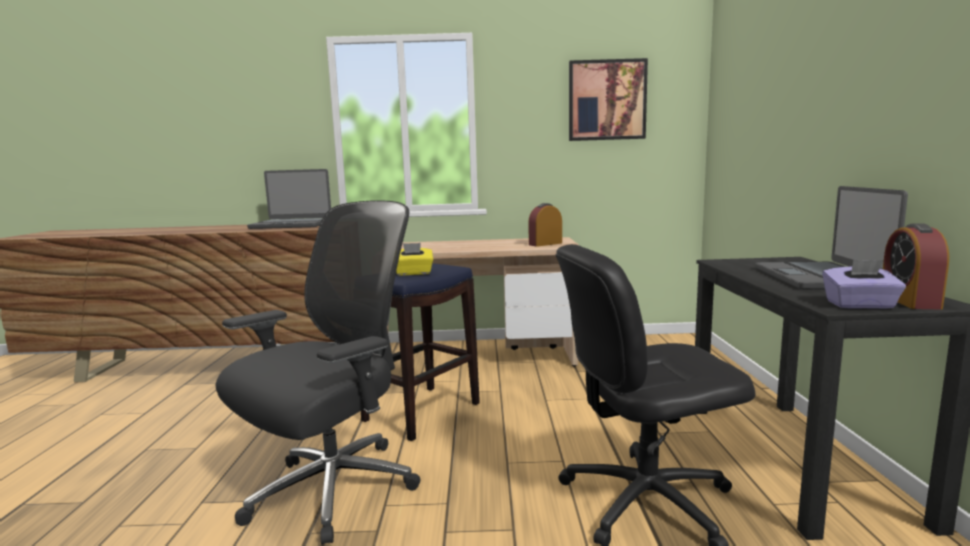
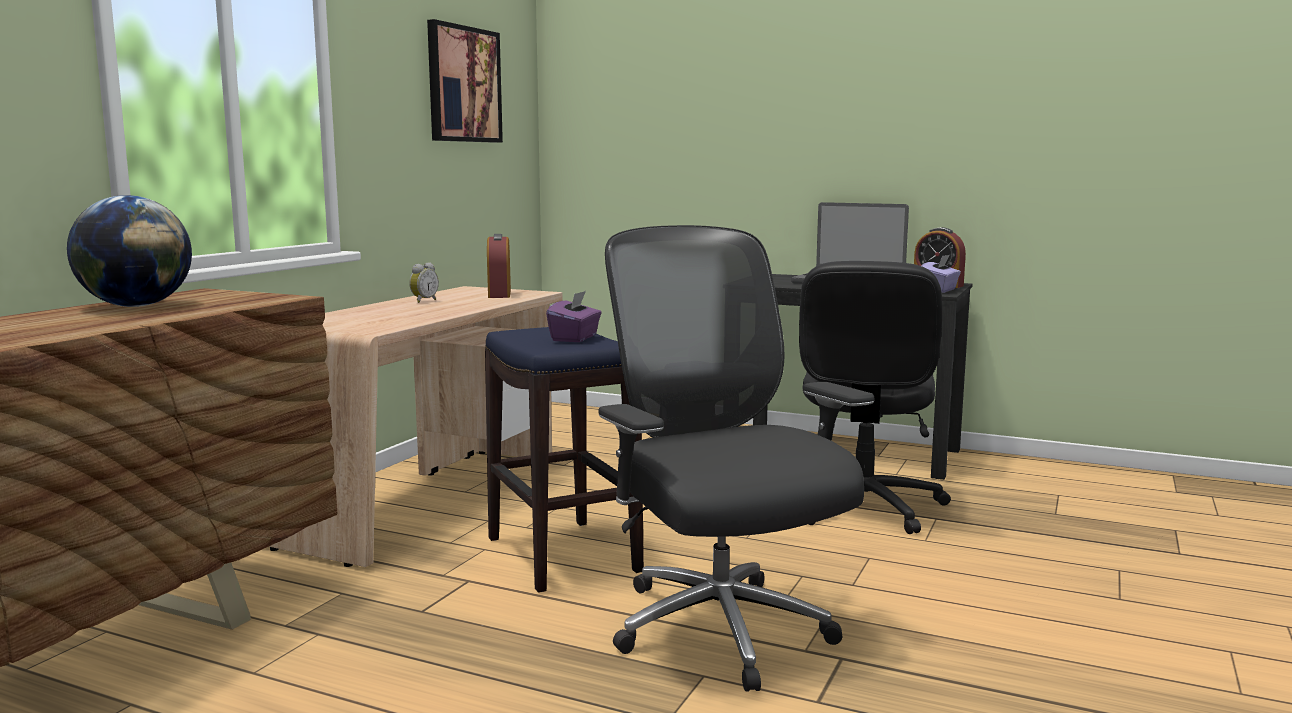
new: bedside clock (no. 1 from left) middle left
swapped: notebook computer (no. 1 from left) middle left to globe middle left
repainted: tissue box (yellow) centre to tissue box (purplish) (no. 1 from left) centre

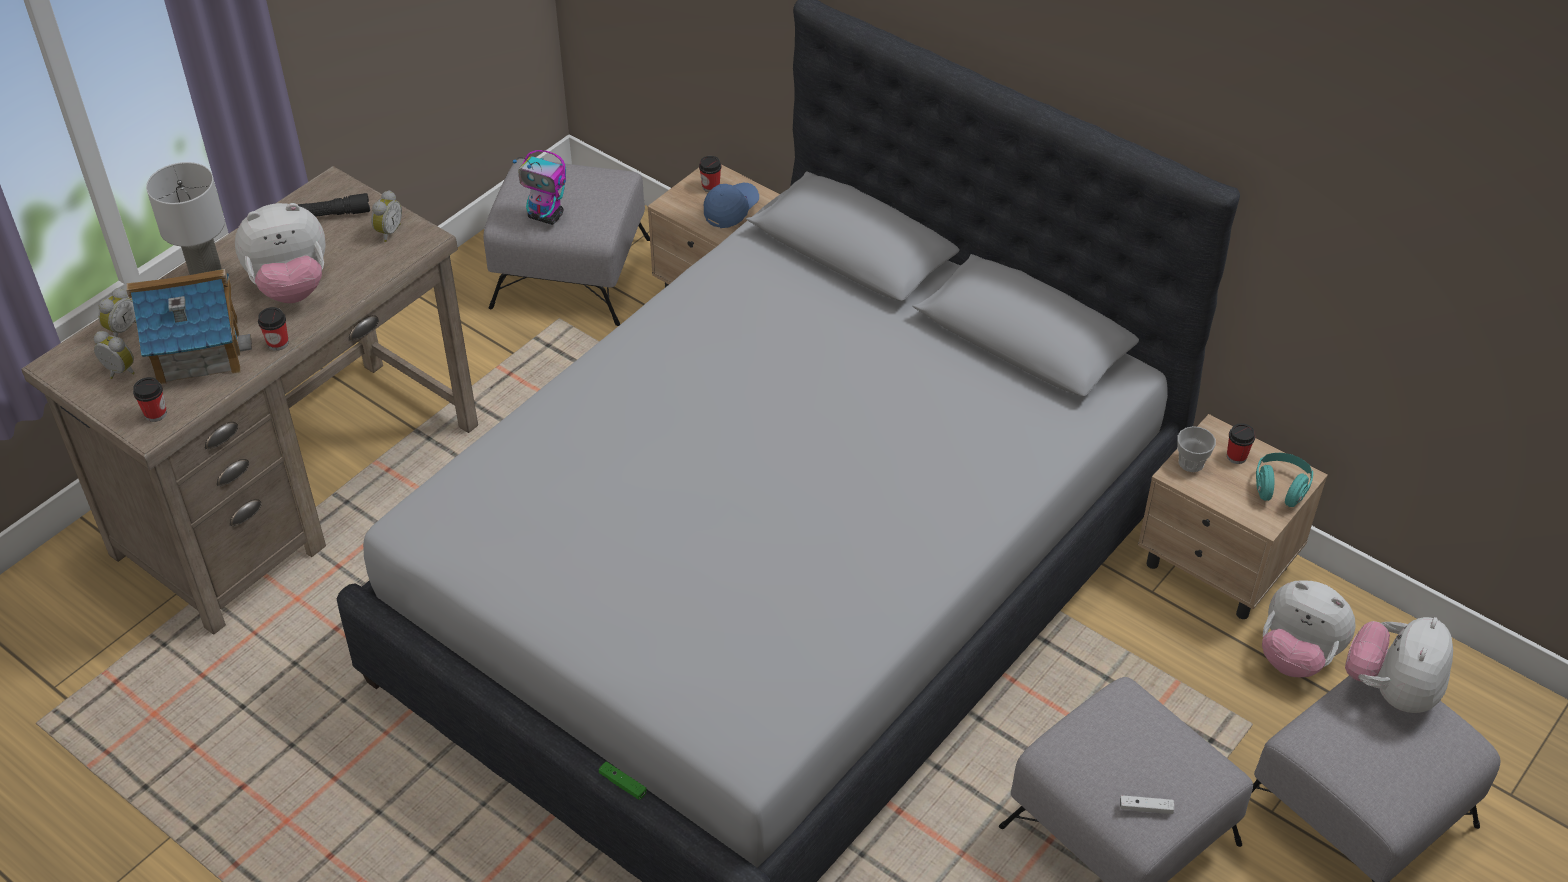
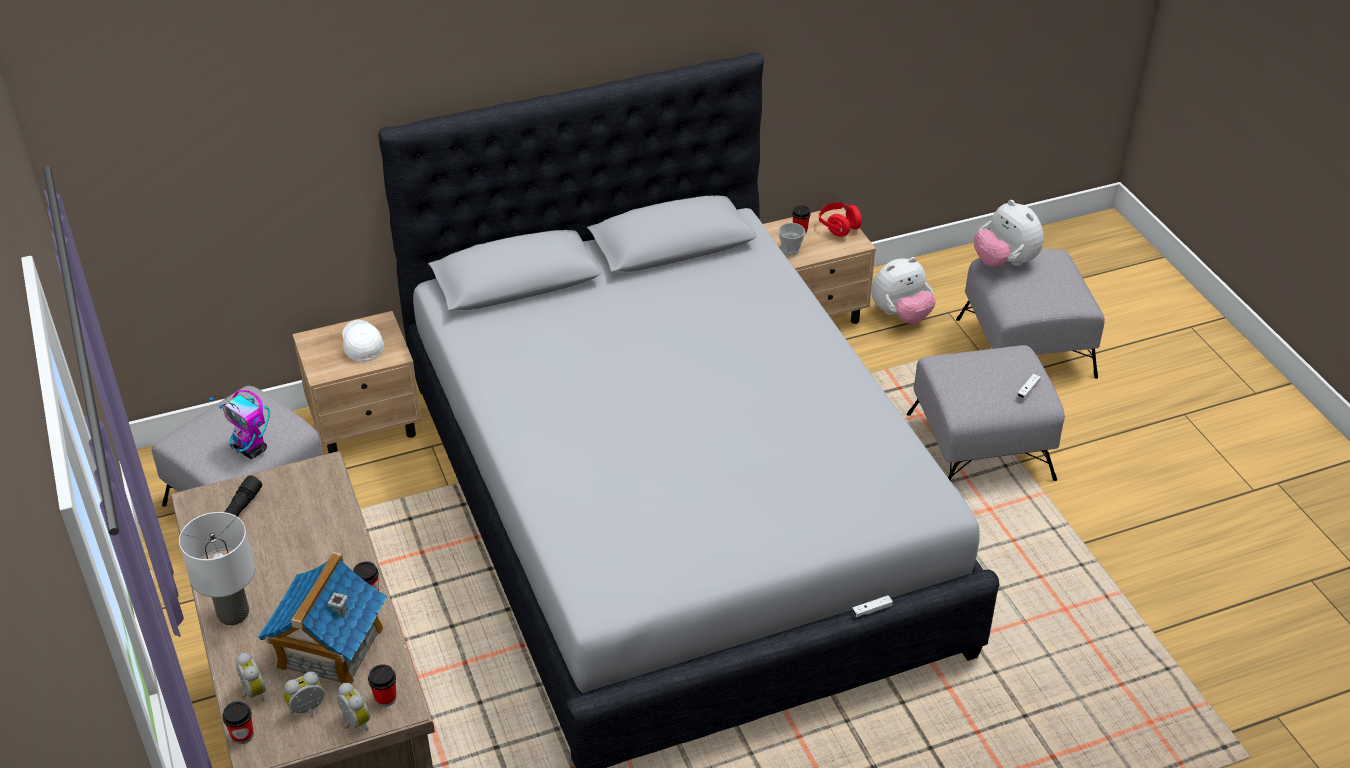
gone: plush toy (no. 1 from left) top left
shifted: cup (no. 3 from left in the first image) top centre to cup (no. 1 from left) bottom left; bedside clock (no. 3 from left) top left to bottom left
repainted: peaked cap (blue) top centre to peaked cap (whitish) middle left; headphones (blue-green) middle right to headphones (red) top centre; gamepad (green) bottom centre to gamepad (whitish) (no. 1 from left) bottom centre
rotated: model robot top centre = middle left 75 degrees clockwise

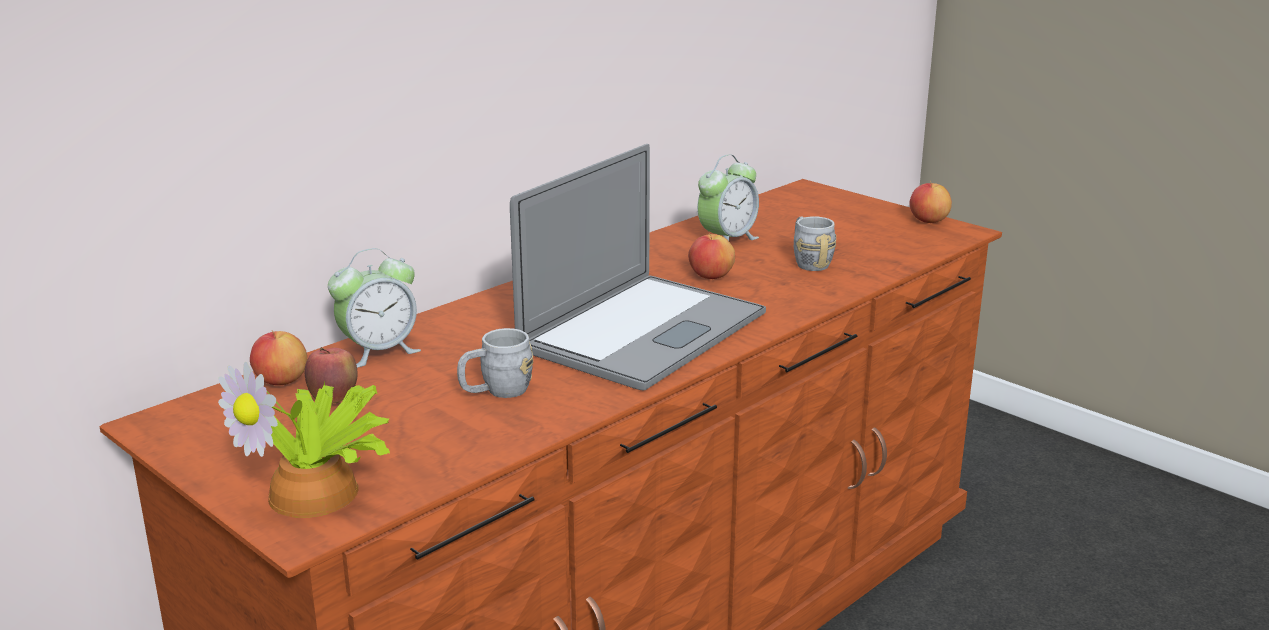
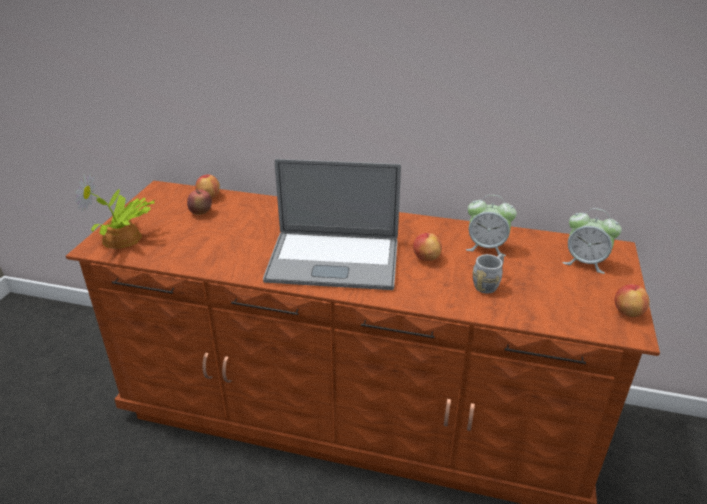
gone: mug (grey) (no. 1 from left) centre
shifted: bedside clock (no. 1 from left in the first image) middle left to bedside clock (no. 2 from left) middle right

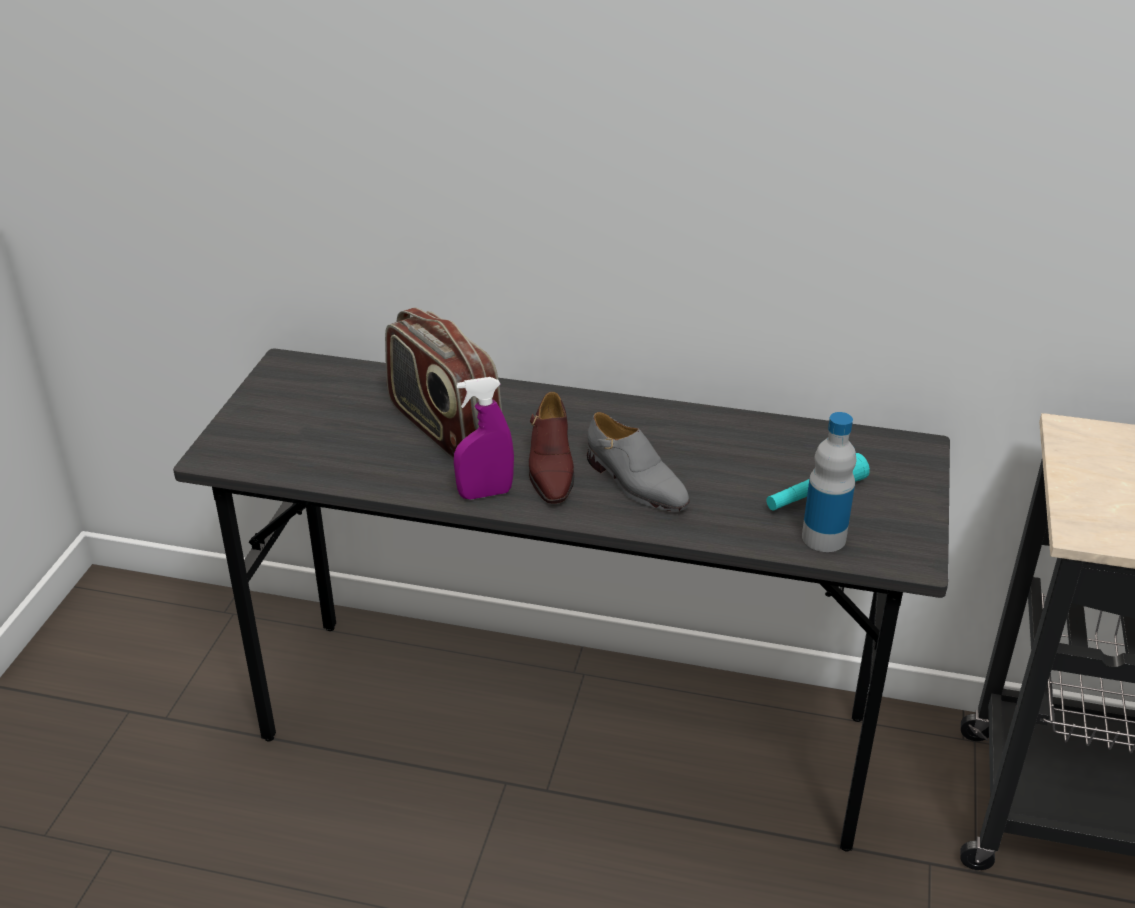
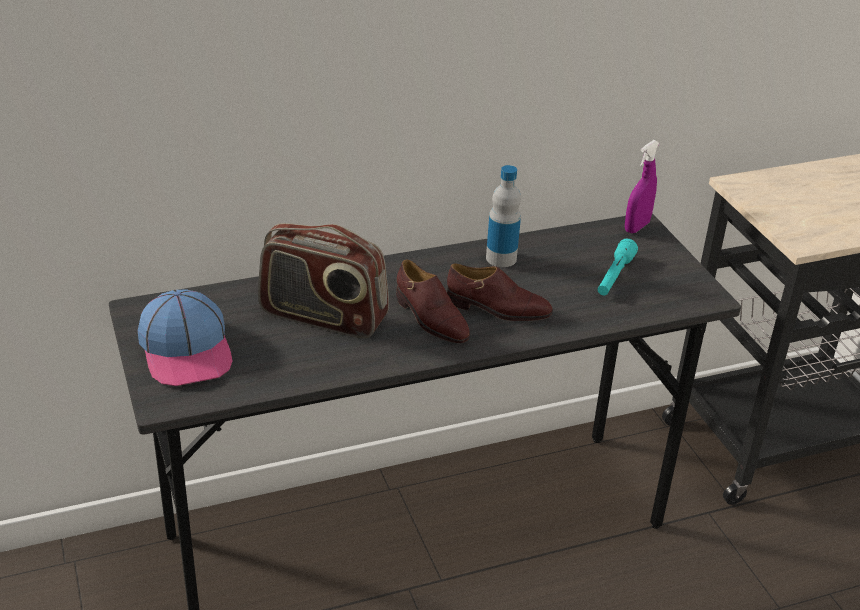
new: peaked cap middle left
shifted: drink bottle middle right to centre; sprayer (purplish) centre to top right
repainted: item of footwear (grey) centre to item of footwear (brown) (no. 2 from left) centre

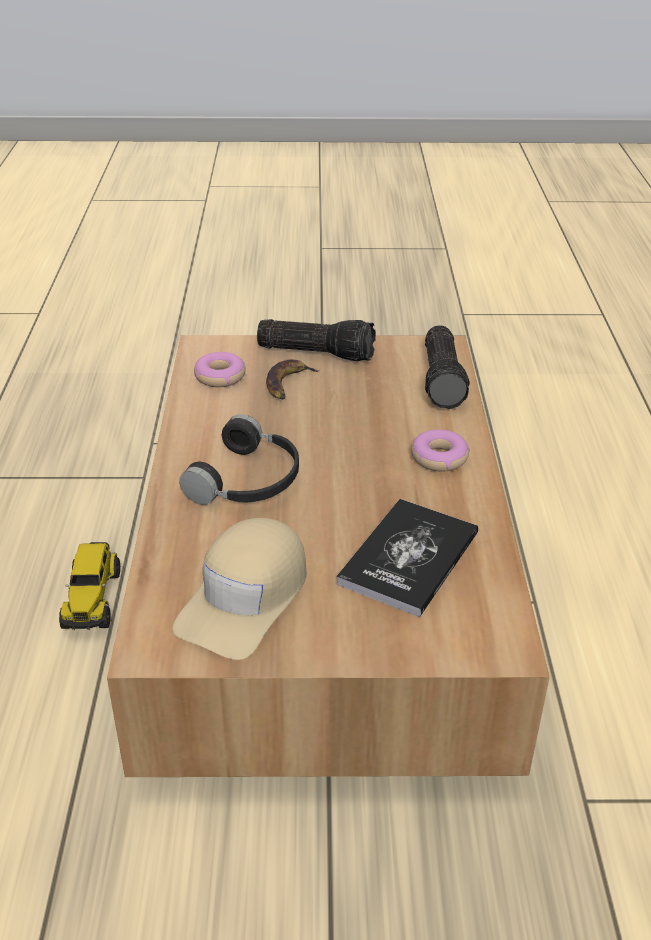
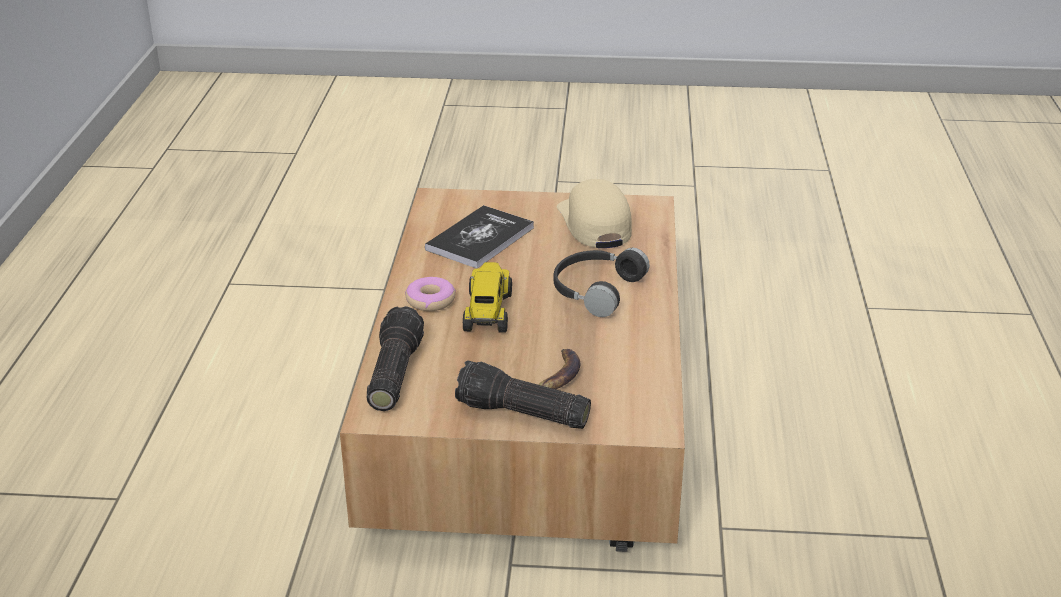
gone: donut (no. 1 from left) centre
shifted: model truck middle left to centre
rotated: peaked cap (beige-coloured) centre = centre 45 degrees counterclockwise

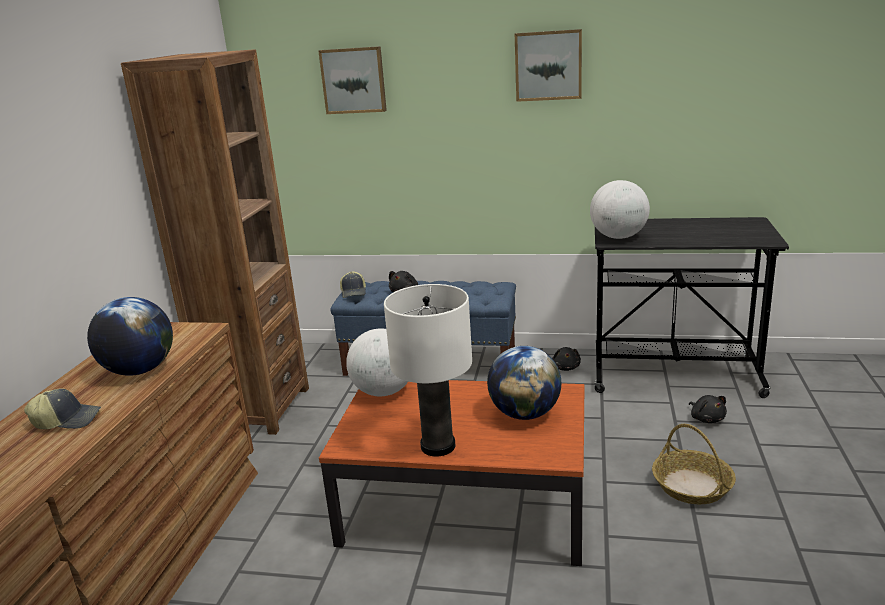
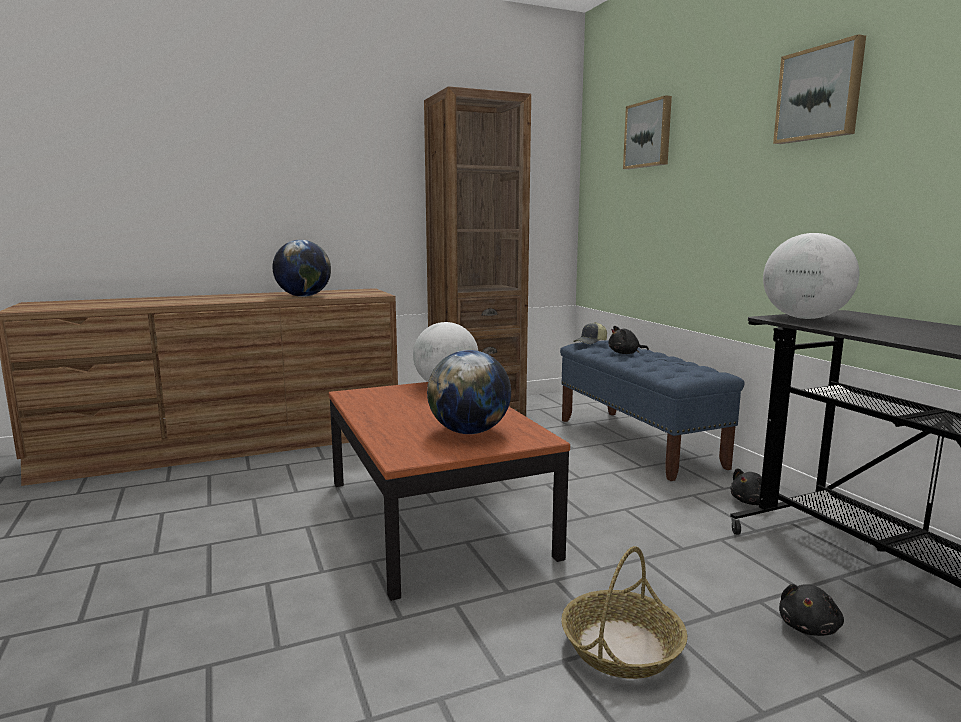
gone: peaked cap (no. 1 from left) bottom left; lamp for a table (whitish) centre

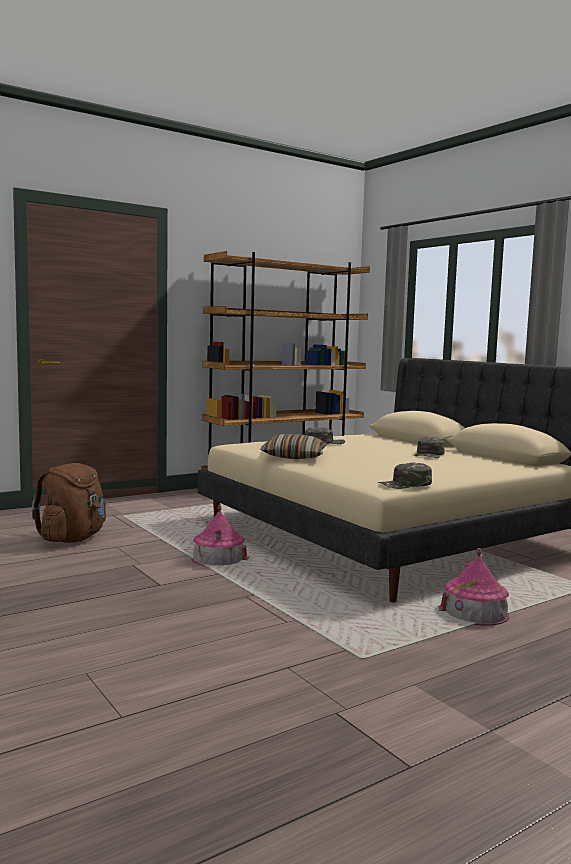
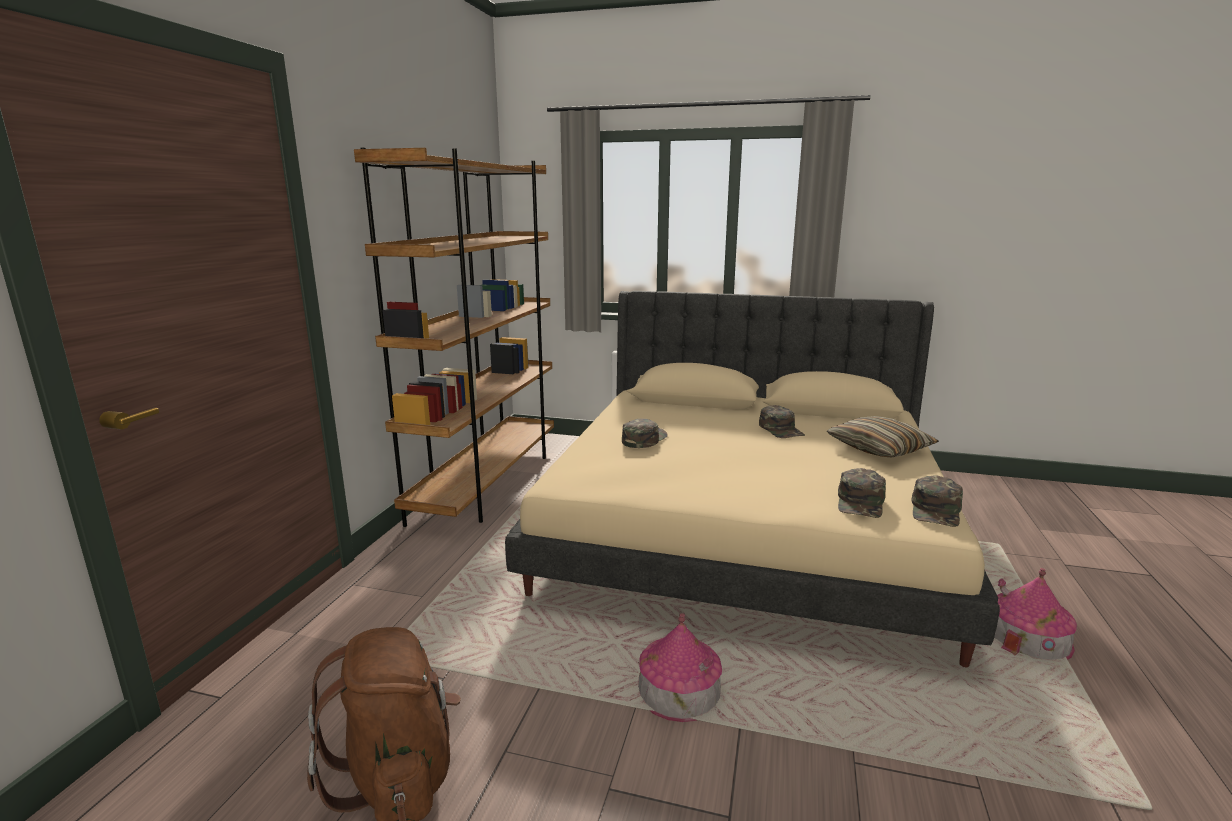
new: peaked cap (green) (no. 3 from left) middle right
shifted: pillow centre to middle right

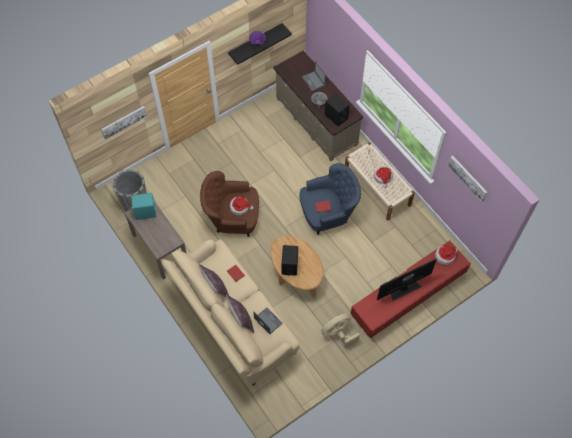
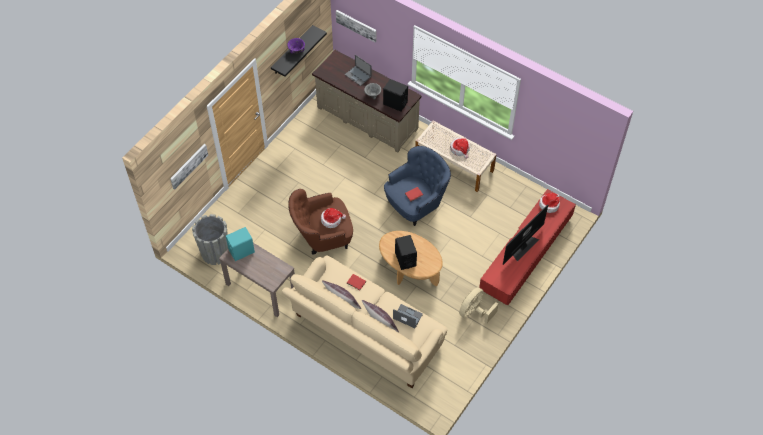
shifted: wall art (no. 2 from left) middle right to top centre

